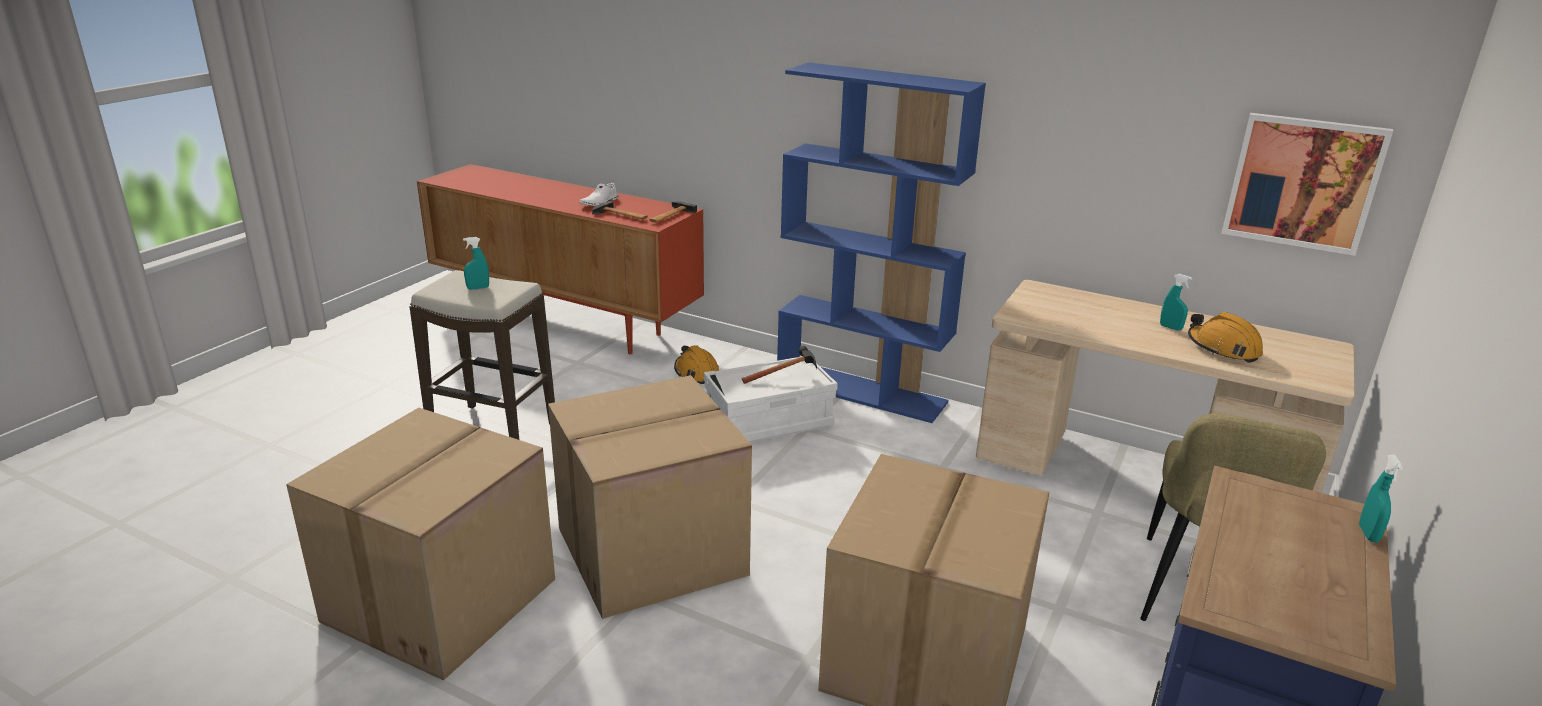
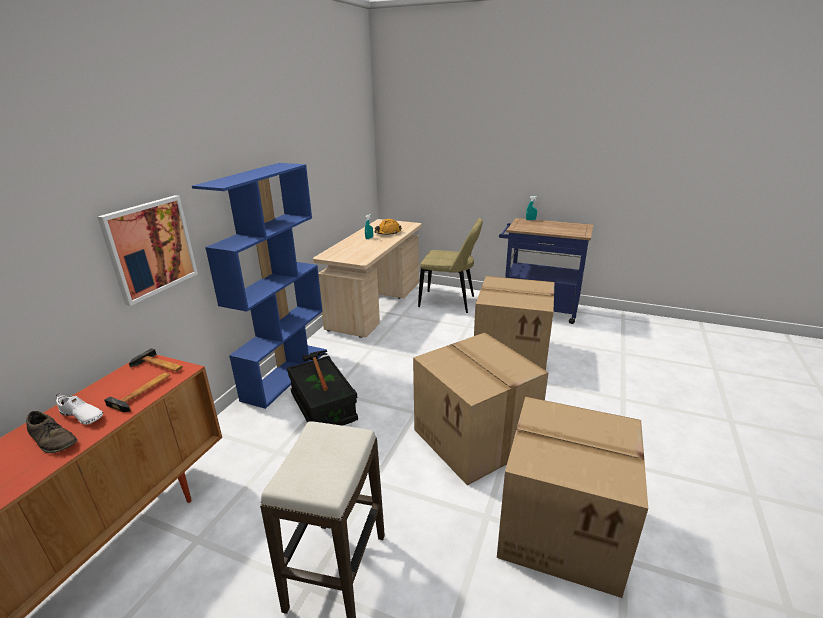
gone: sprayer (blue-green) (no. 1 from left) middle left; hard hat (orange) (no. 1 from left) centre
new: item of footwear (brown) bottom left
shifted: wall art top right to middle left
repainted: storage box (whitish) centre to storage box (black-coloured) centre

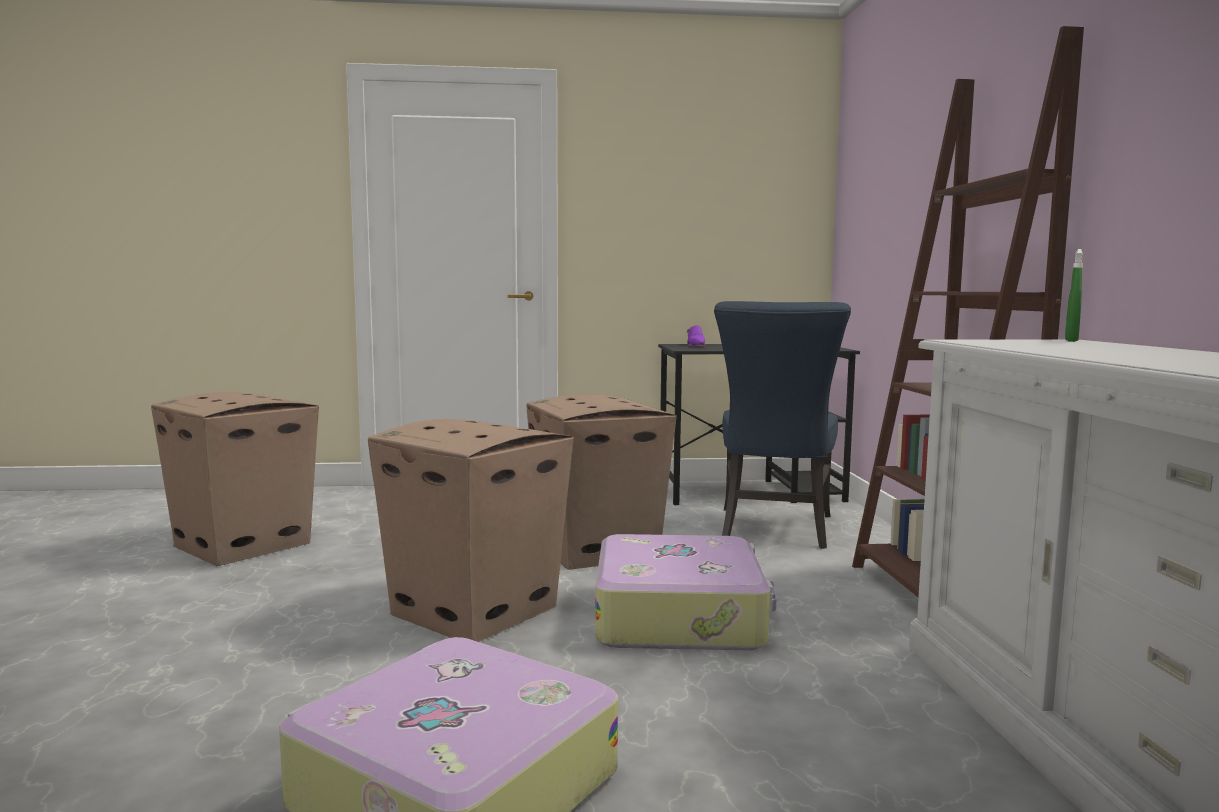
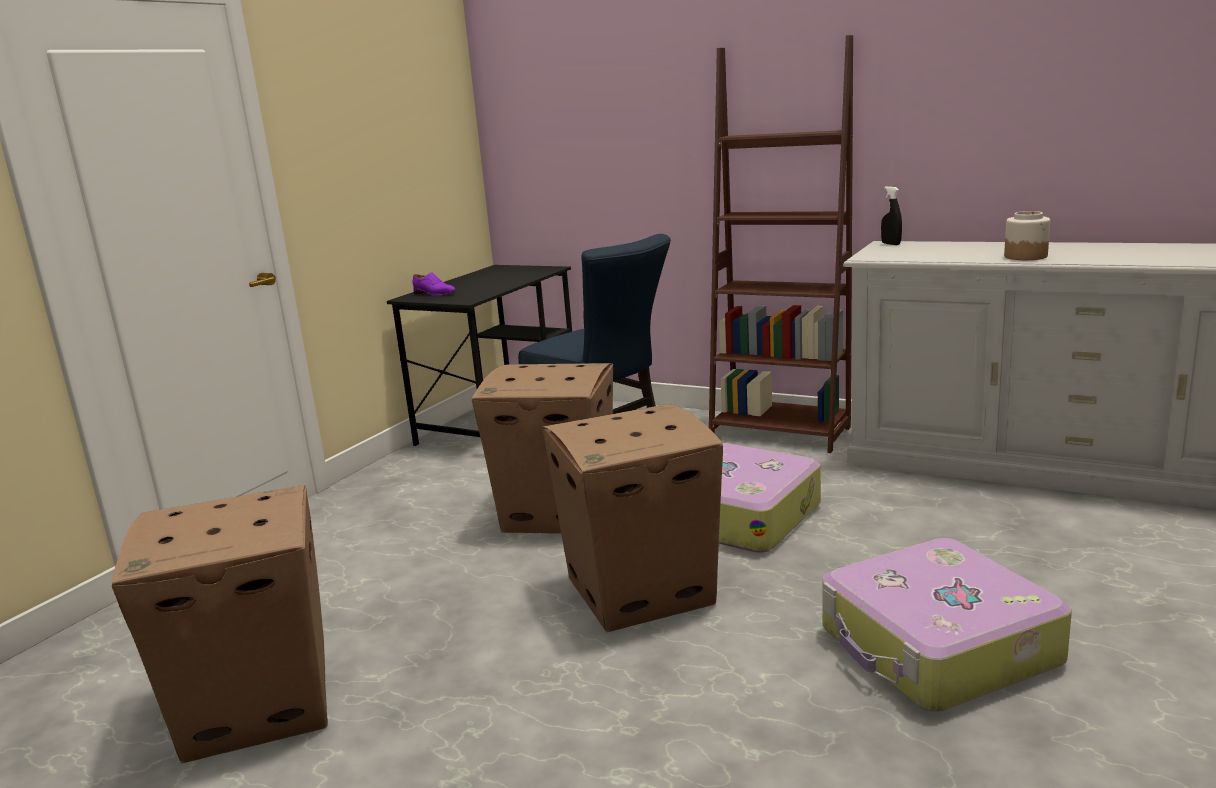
new: jar top right
repainted: sprayer (green) middle right to sprayer (black-coloured) top right

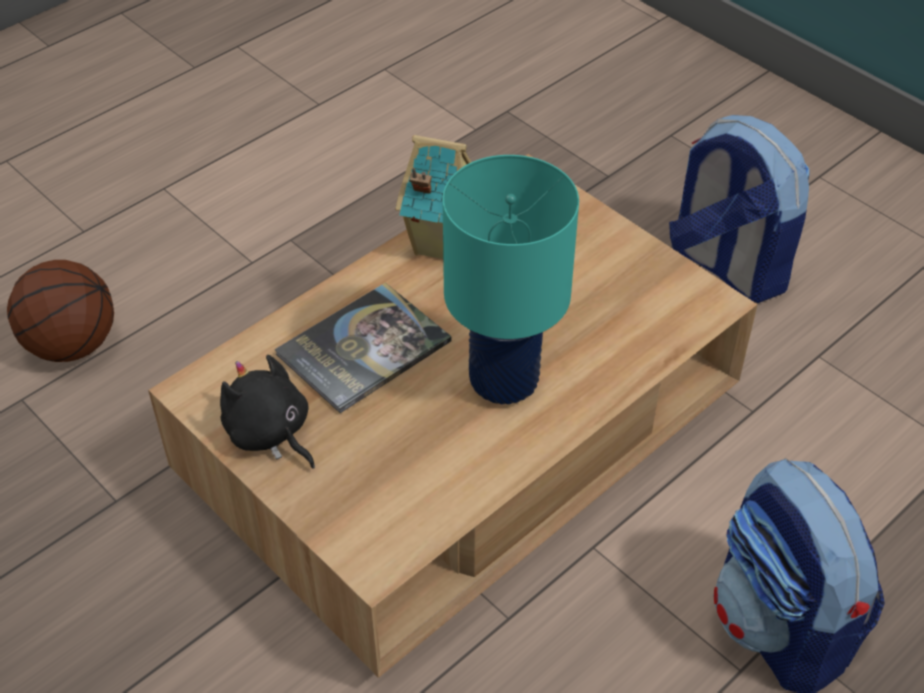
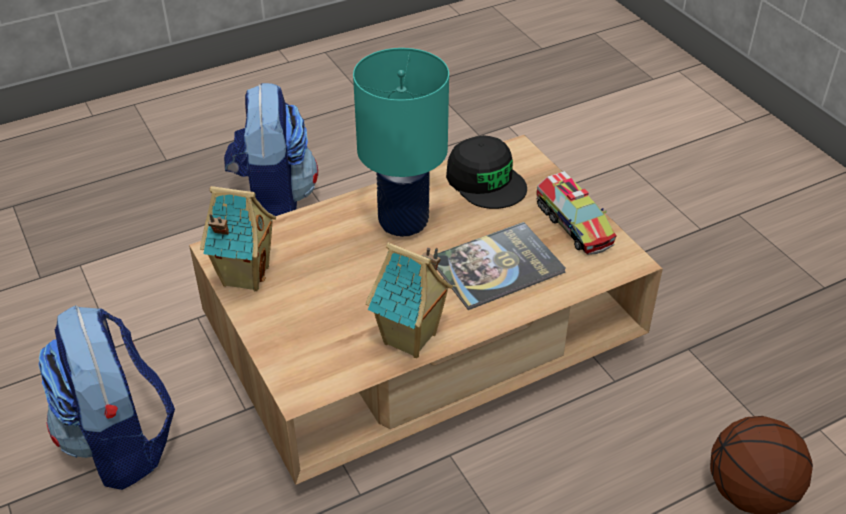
new: miniature house (no. 1 from left) middle left; peaked cap (black-coloured) centre
swapped: plush toy (black-coloured) middle left to model truck middle right

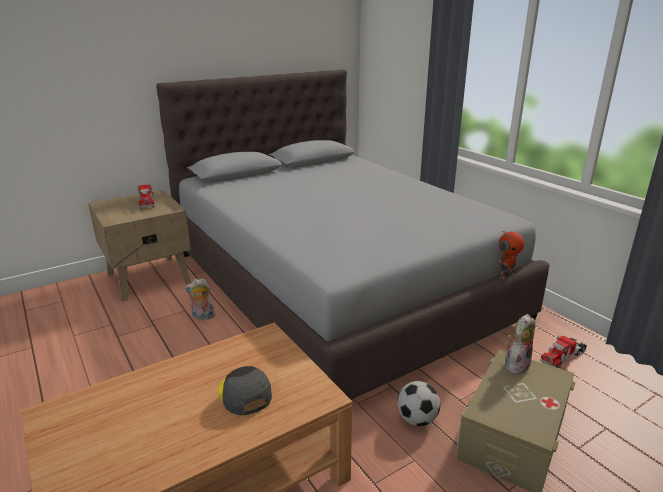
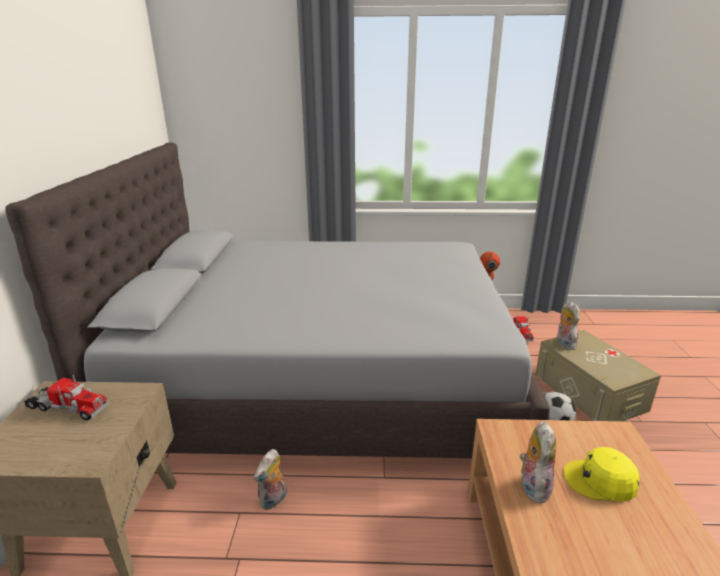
new: plush toy (no. 2 from left) bottom right
repainted: peaked cap (grey) bottom centre to peaked cap (yellow) bottom right

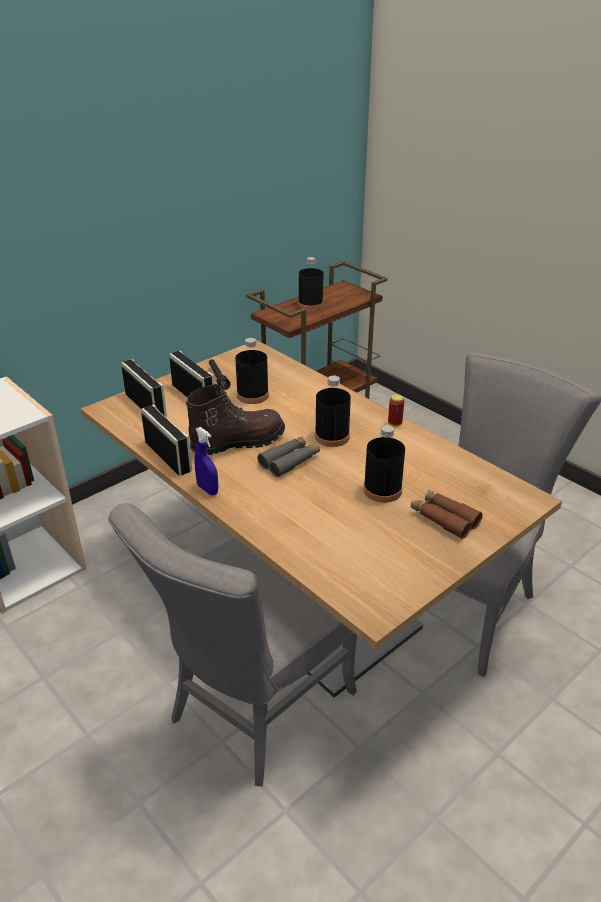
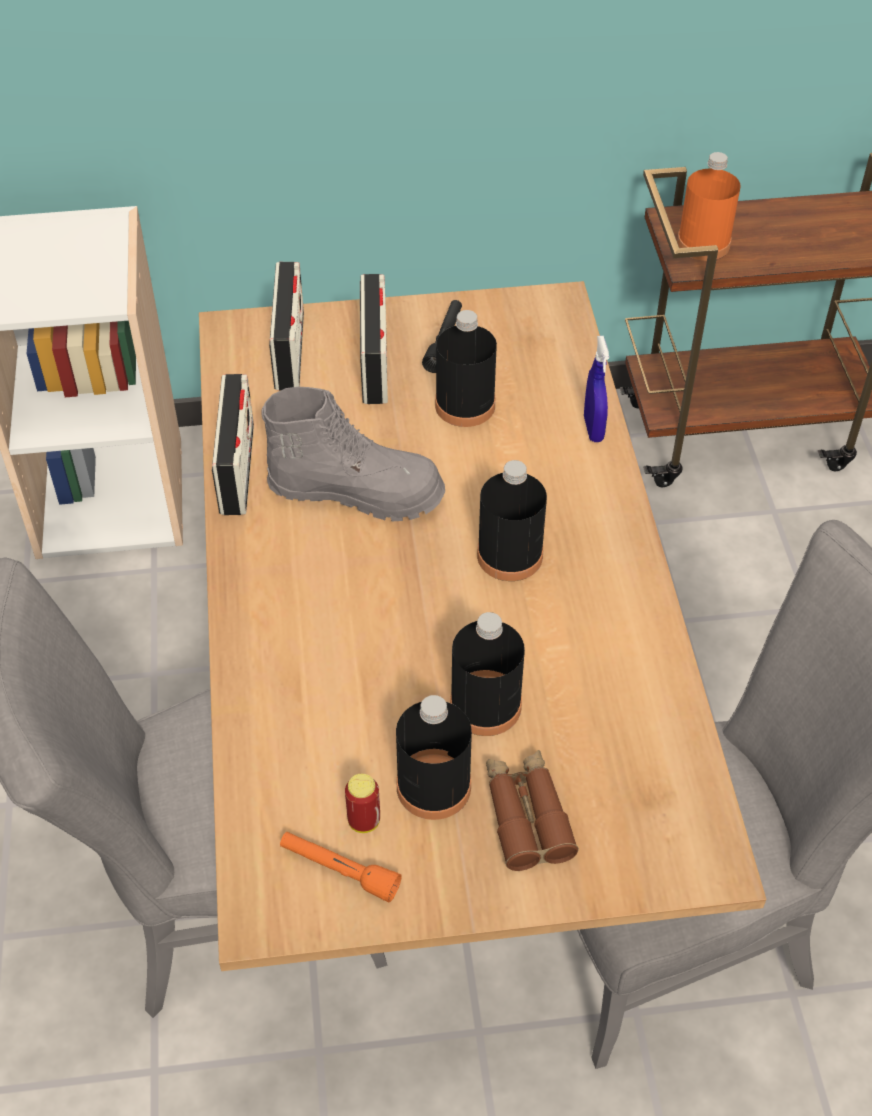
gone: pair of binoculars (grey) centre
new: torch (orange) bottom centre; drink bottle (orange) top right
shifted: sealed can centre to bottom centre; drink bottle (black-coloured) (no. 2 from left in the first image) top centre to drink bottle (black-coloured) (no. 1 from left) bottom centre; sprayer (blue) centre to middle right
repainted: boot (brown) centre to boot (grey) centre

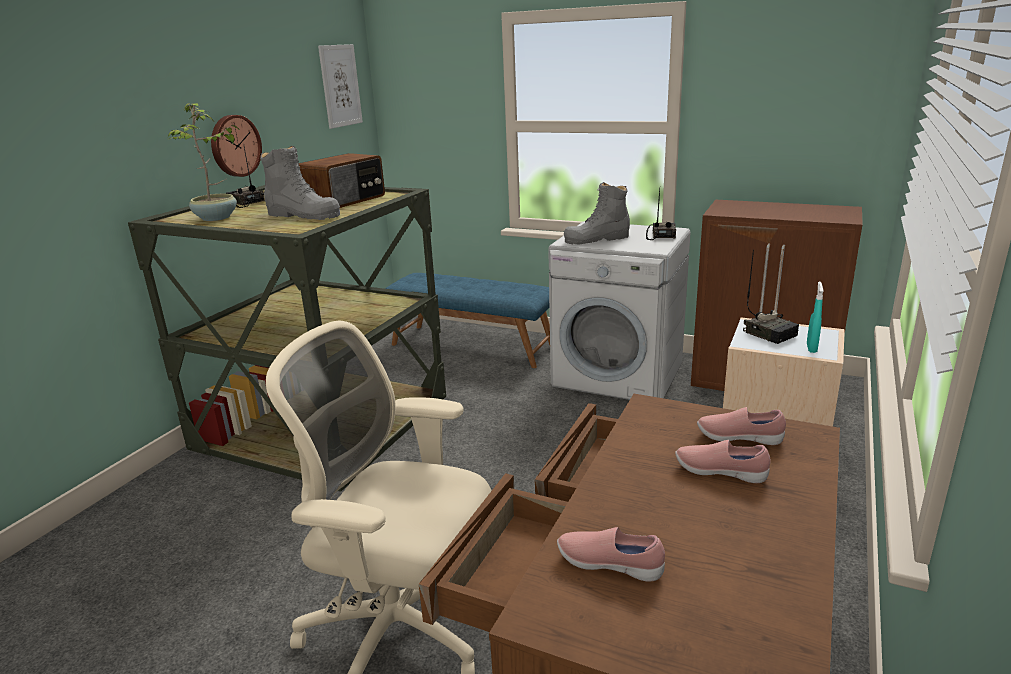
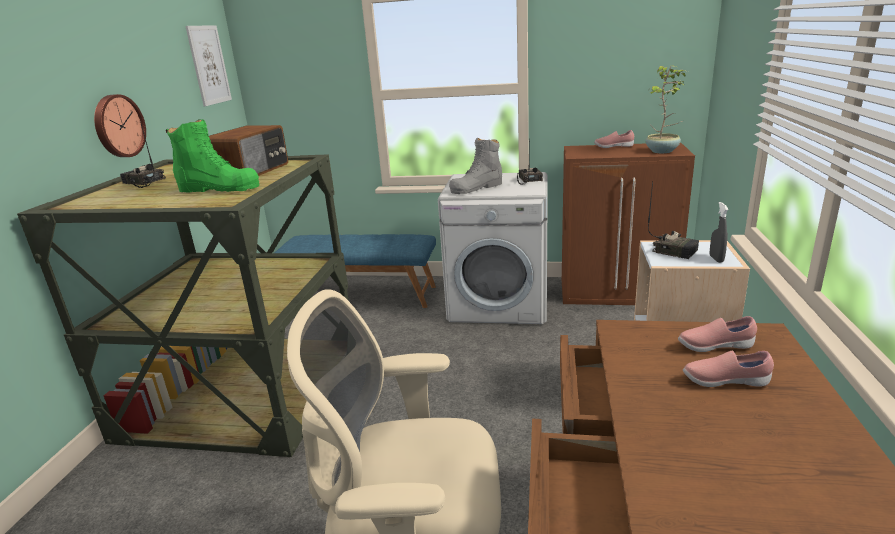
shifted: item of footwear (pink-coloured) (no. 1 from left) bottom centre to top right; potted plant top left to top right
repainted: boot (grey) (no. 1 from left) top left to boot (green) top left; sprayer (blue-green) middle right to sprayer (grey) middle right

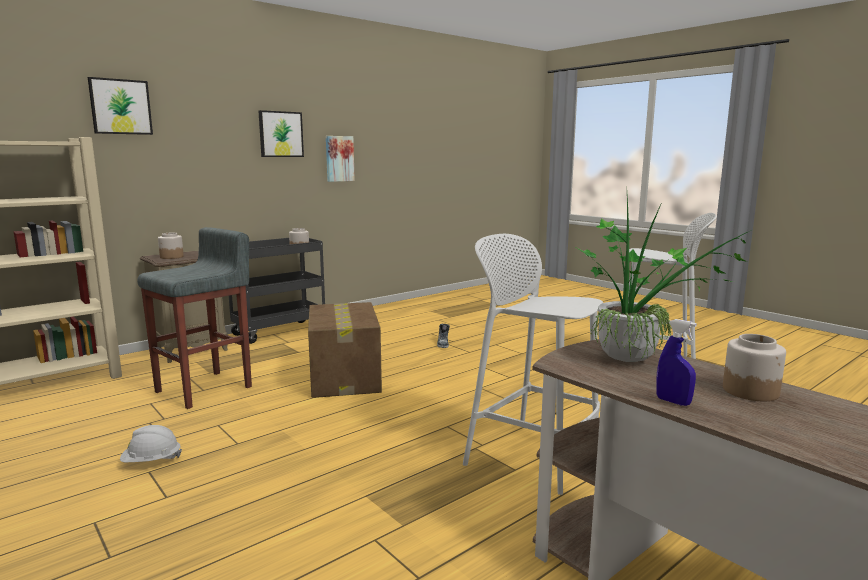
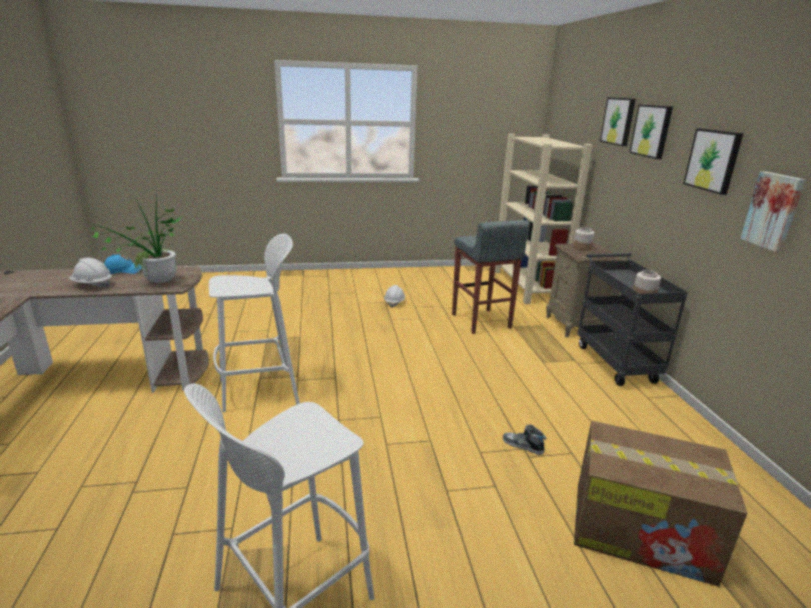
new: wall art (no. 2 from left) top right
shifted: cardboard box centre to bottom right
swapped: jar (no. 3 from left) middle right to hard hat (whitish) (no. 1 from left) middle left; sprayer (blue) middle right to peaked cap (blue) middle left

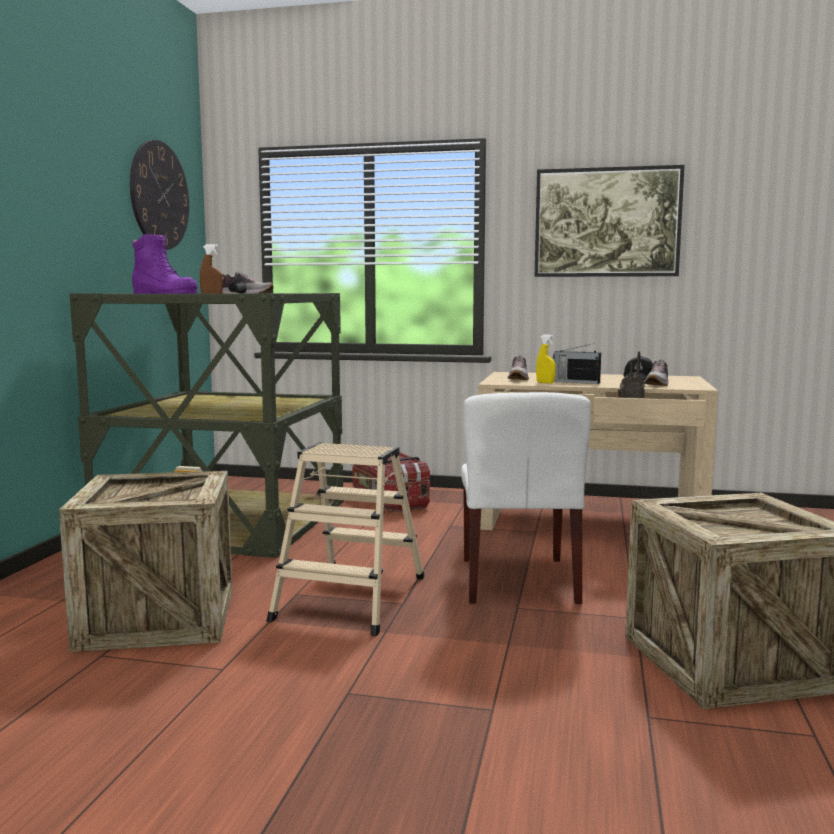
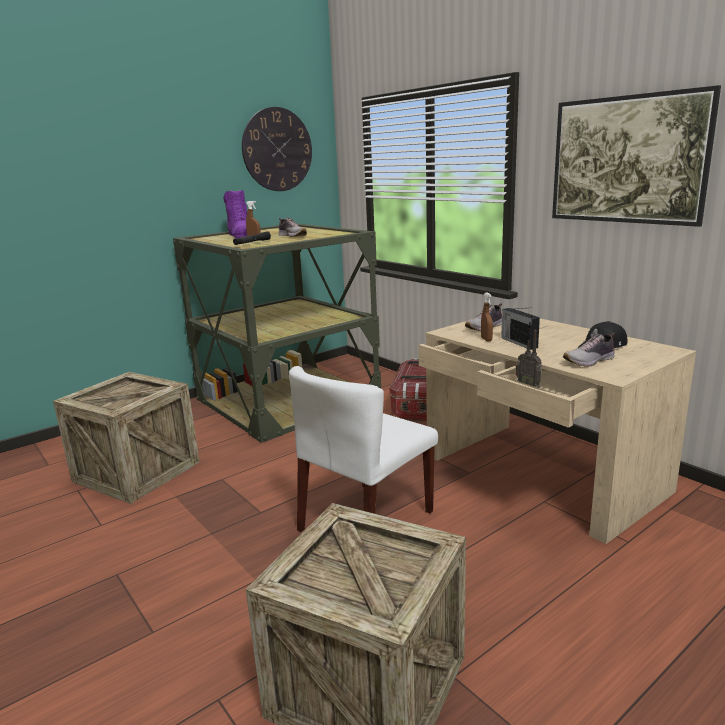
gone: step stool (beige-coloured) centre
repainted: sprayer (yellow) centre to sprayer (brown) (no. 2 from left) middle right

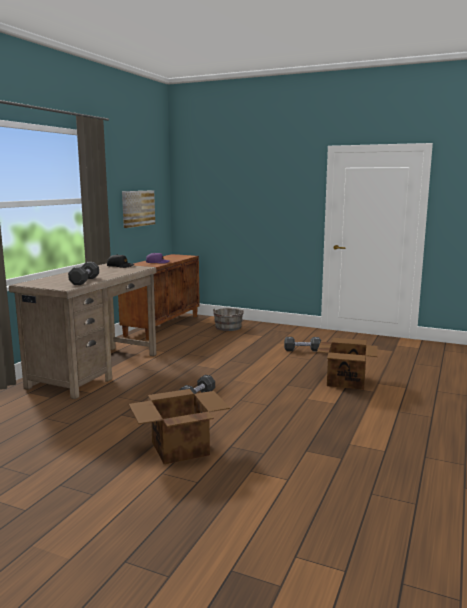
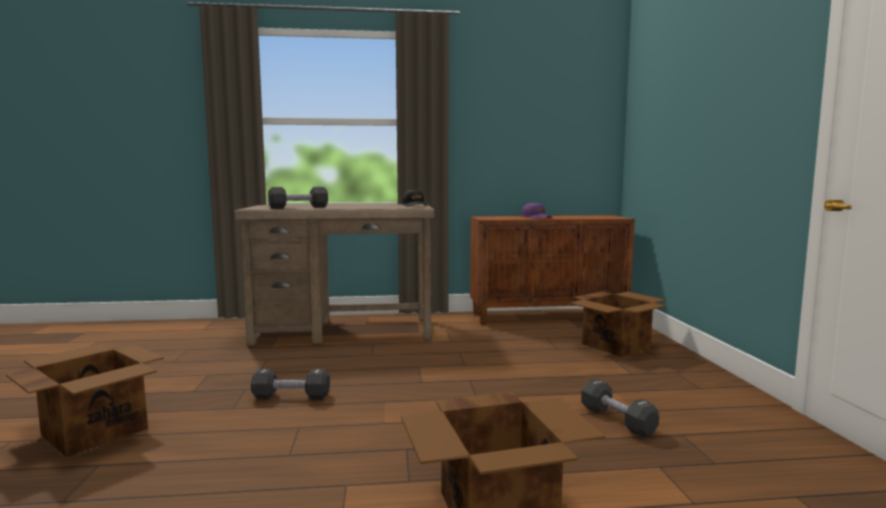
gone: wall art middle left
swapped: pail (grey) centre to cardboard box (no. 3 from left) middle right

